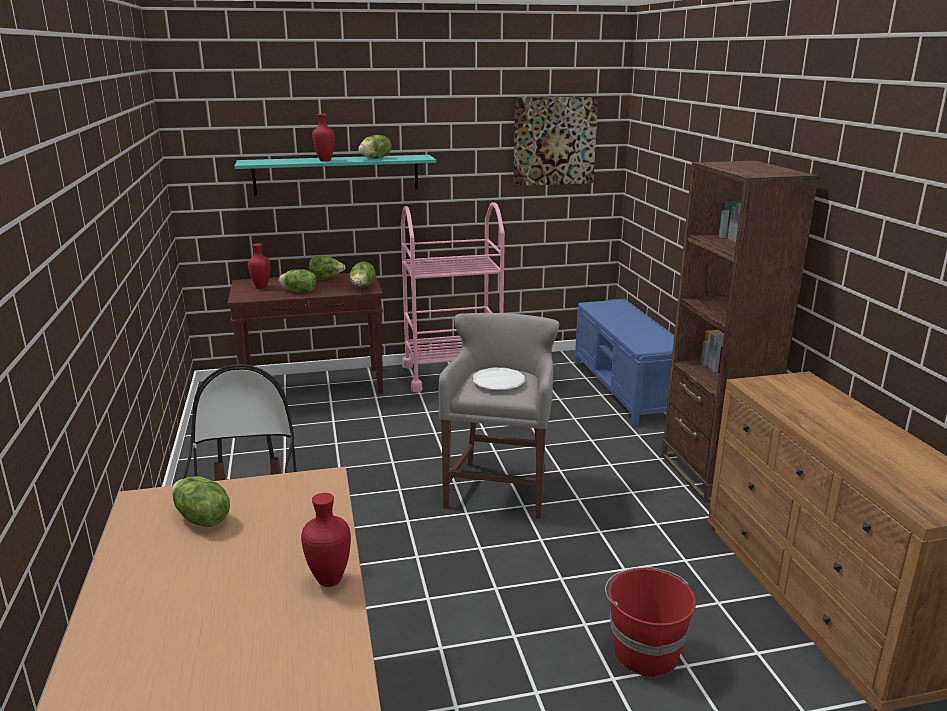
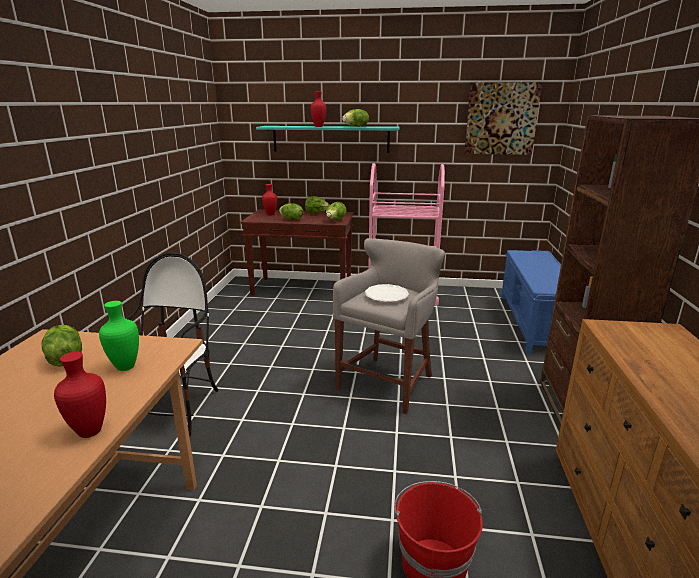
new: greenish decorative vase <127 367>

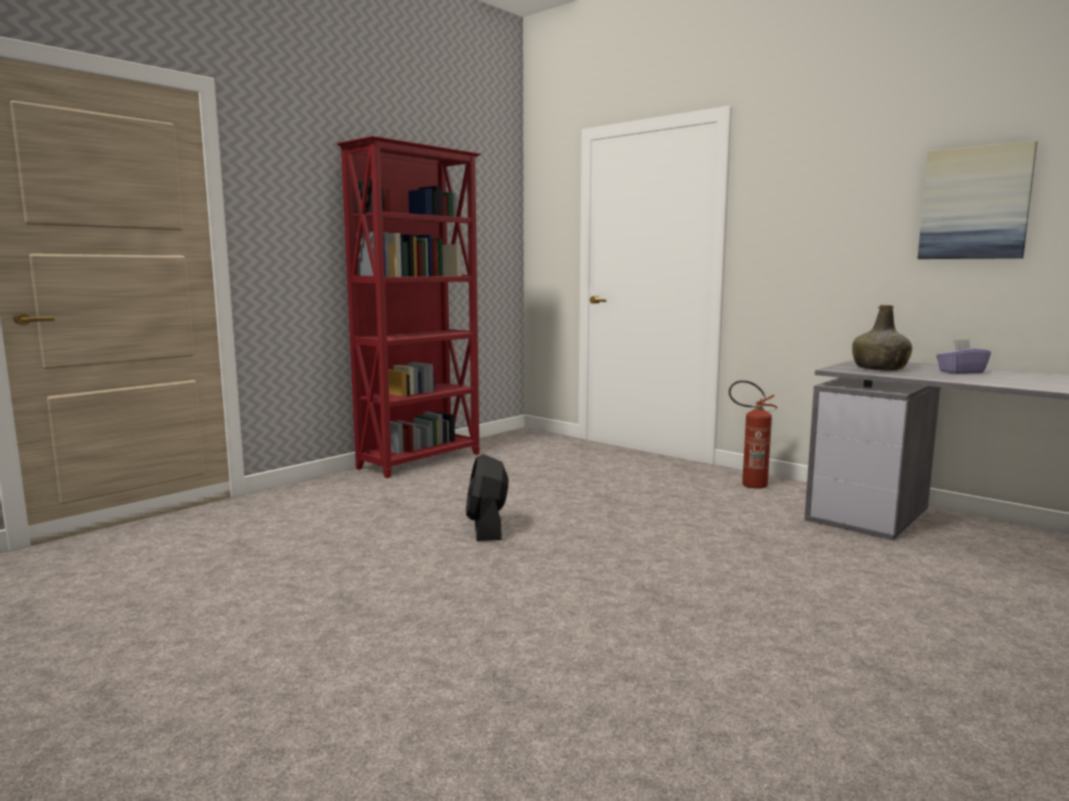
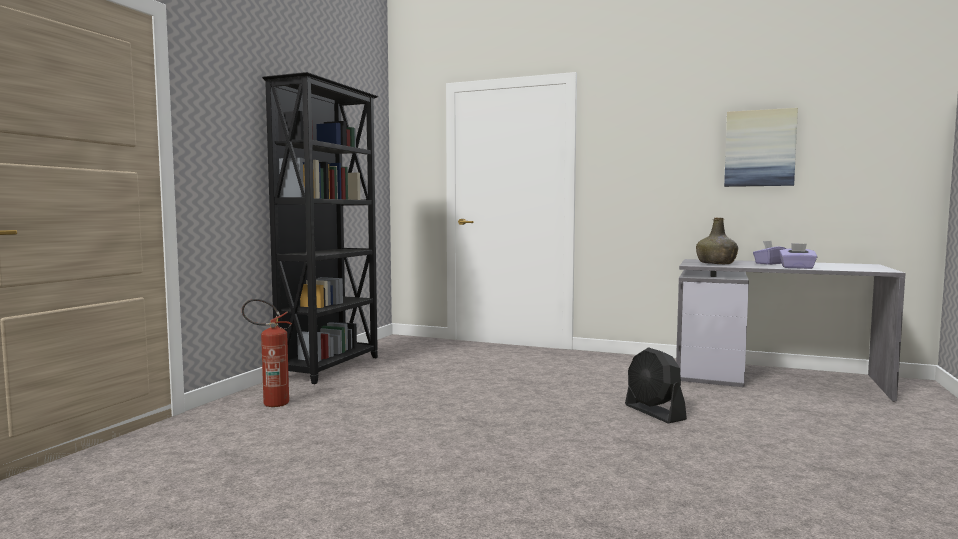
new: purple-coloured tissue holder <797 268>
shifted: fire-fighting cylinder <748 485> to <269 404>; blackish electric fan <487 528> to <654 412>
repainted: red-coloured shelving unit <421 461> to blackish shelving unit <331 367>

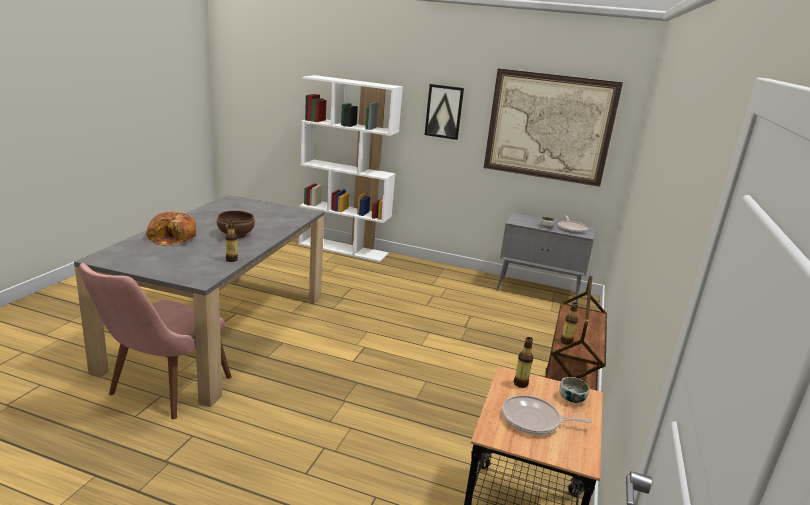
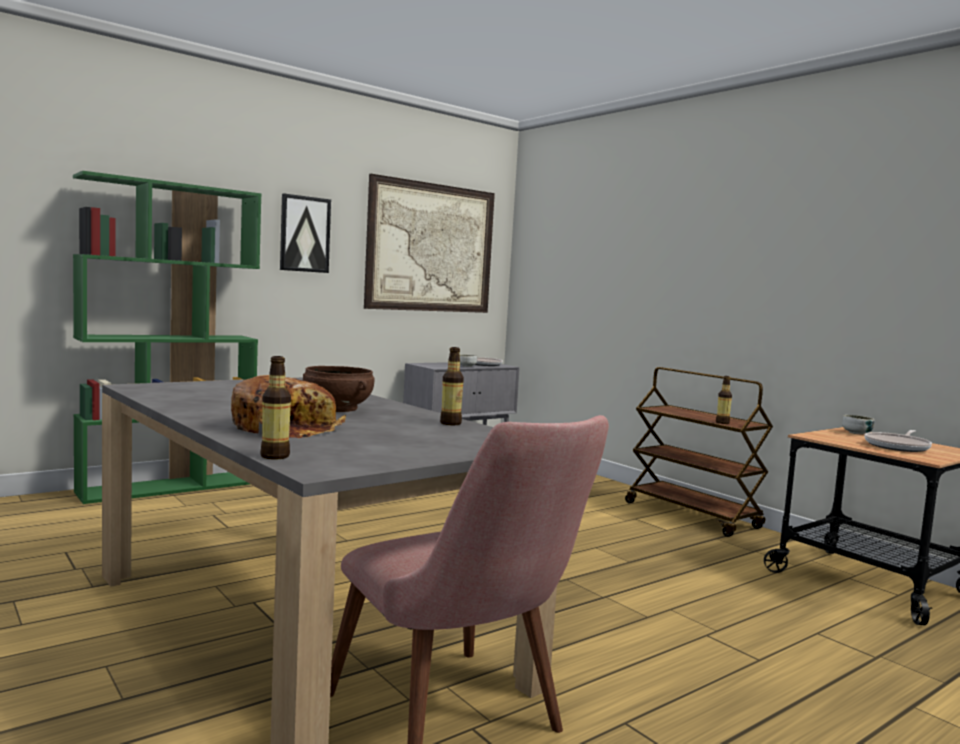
shifted: beverage bottle <520 384> to <274 456>
repainted: white-coloured shelving unit <344 249> to greenish shelving unit <168 487>

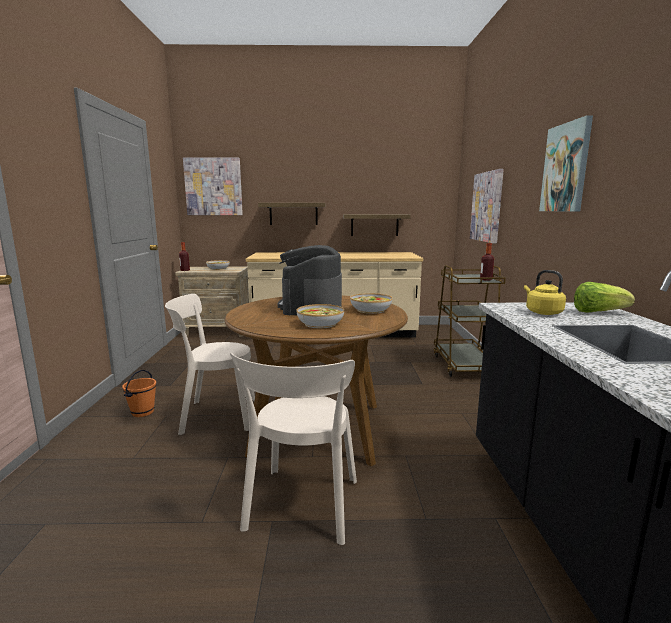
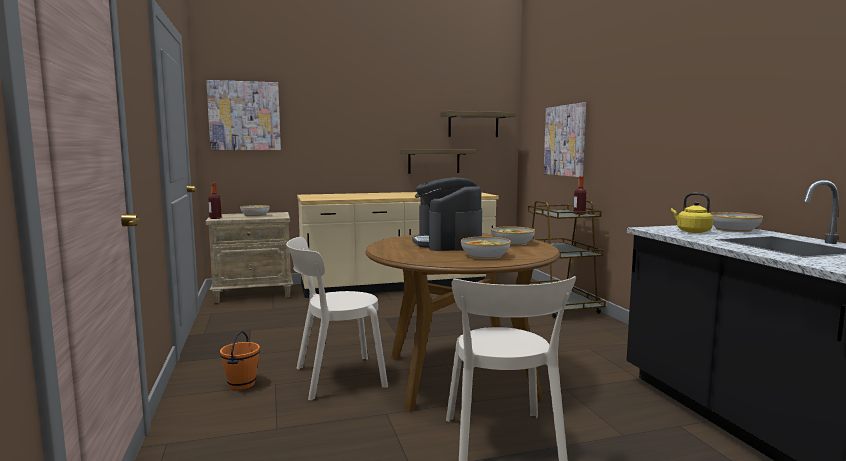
gone: wall picture <566 168>
shifted: shelf <293 214> to <473 125>
swapped: lettuce head <598 312> to deep dish <733 229>

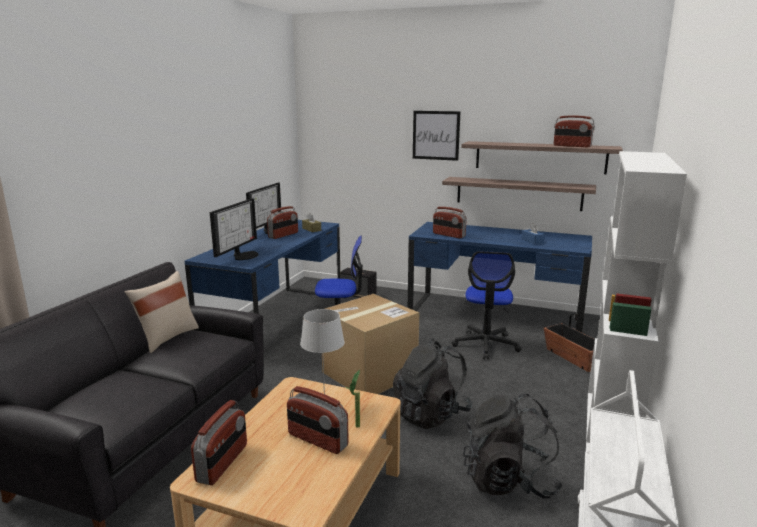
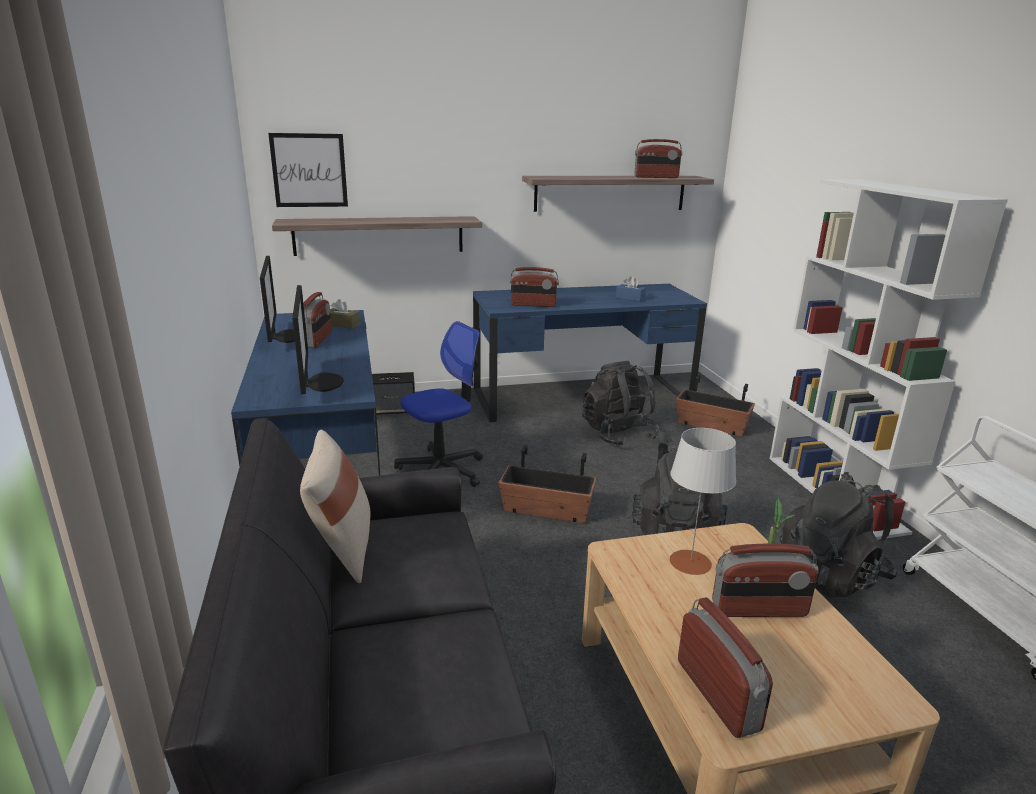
shifted: wall picture <436 135> to <309 170>; shelf <518 193> to <379 235>
swapped: computer chair <486 344> to blackish knapsack <618 434>; cardboard box <369 374> to plant pot <547 510>

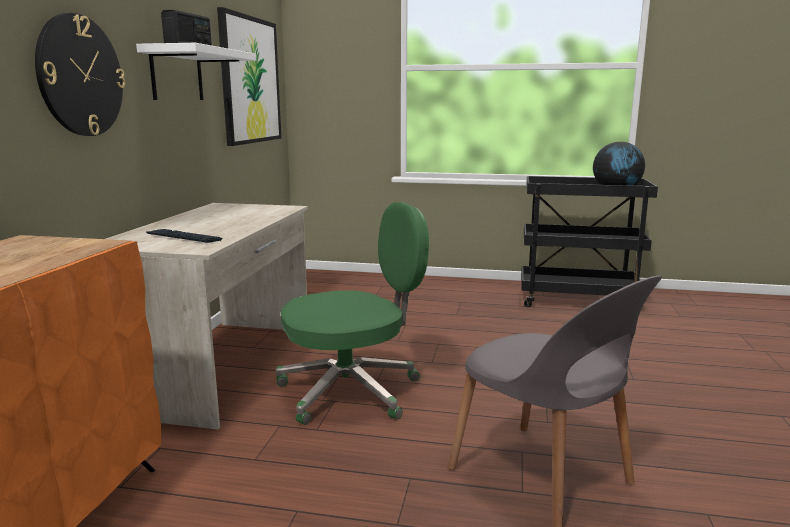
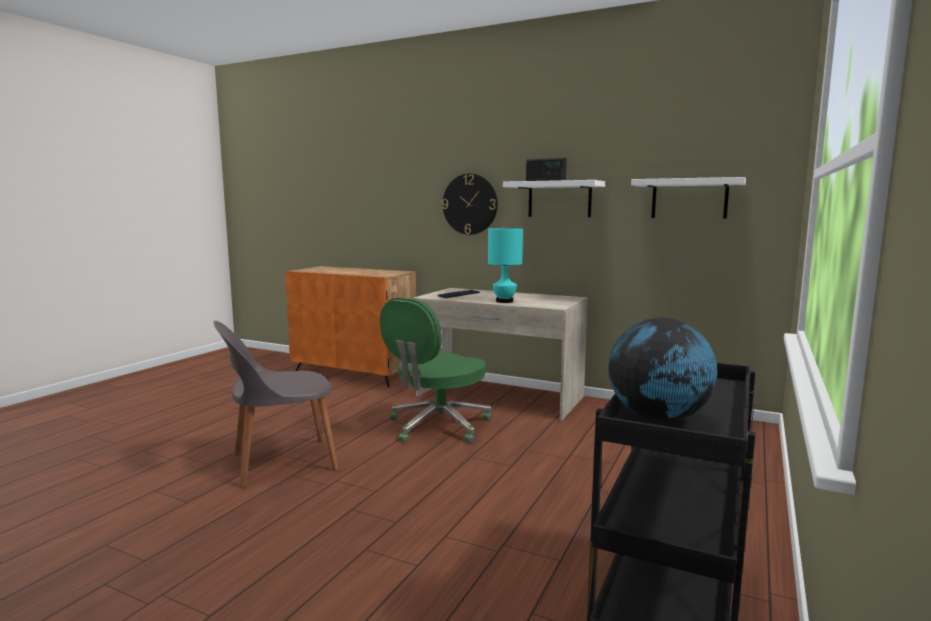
new: turquoise lamp for a table <504 301>
swapped: wall picture <250 80> to white-coloured shelf <689 199>
rotated: greenish computer chair <352 390> = <438 426> 45 degrees clockwise

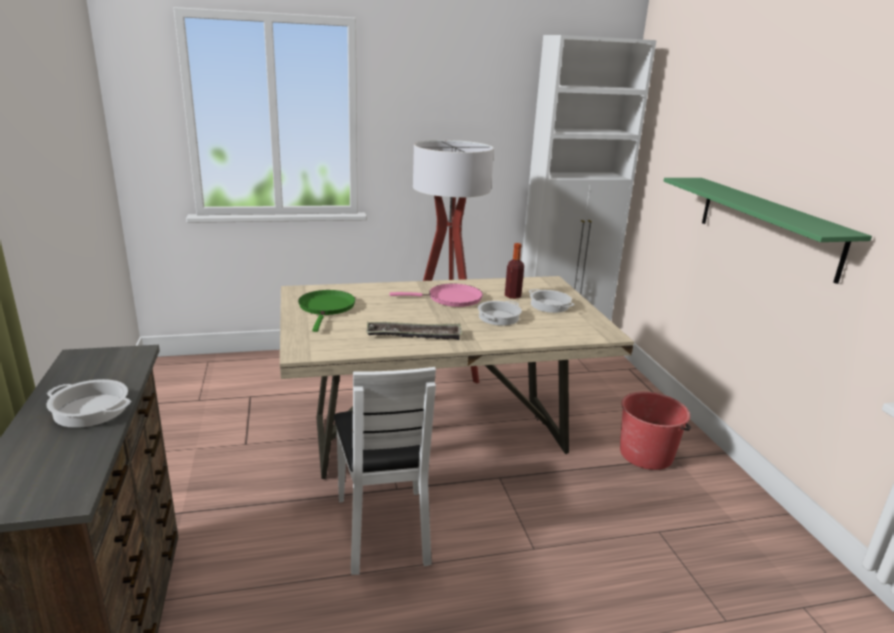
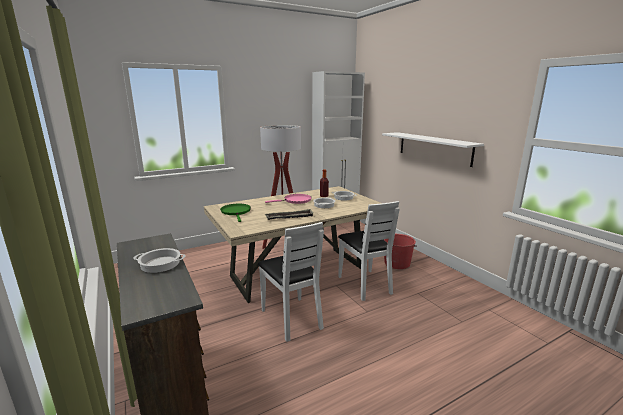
new: white-coloured chair <365 284>
repainted: greenish shelf <767 225> to white-coloured shelf <434 148>

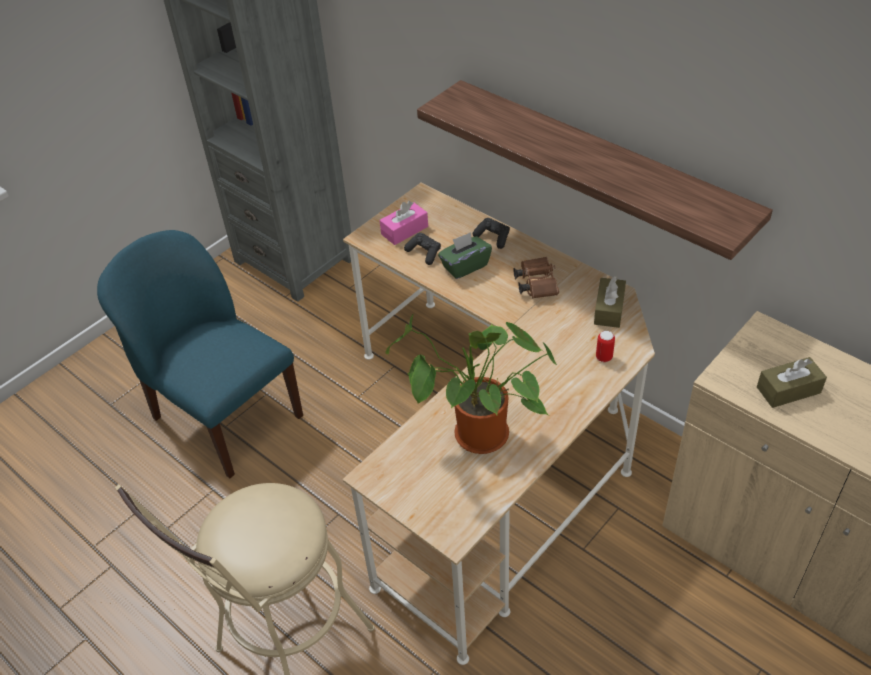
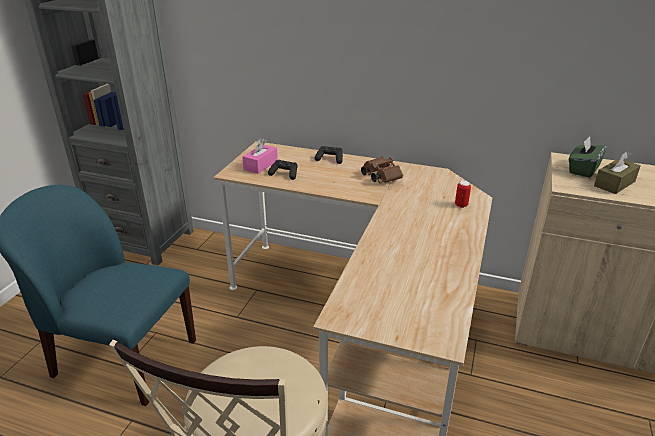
gone: shelf <599 165>; brown tissue holder <609 309>; houseplant <476 438>
shifted: greenish tissue holder <465 266> to <583 169>

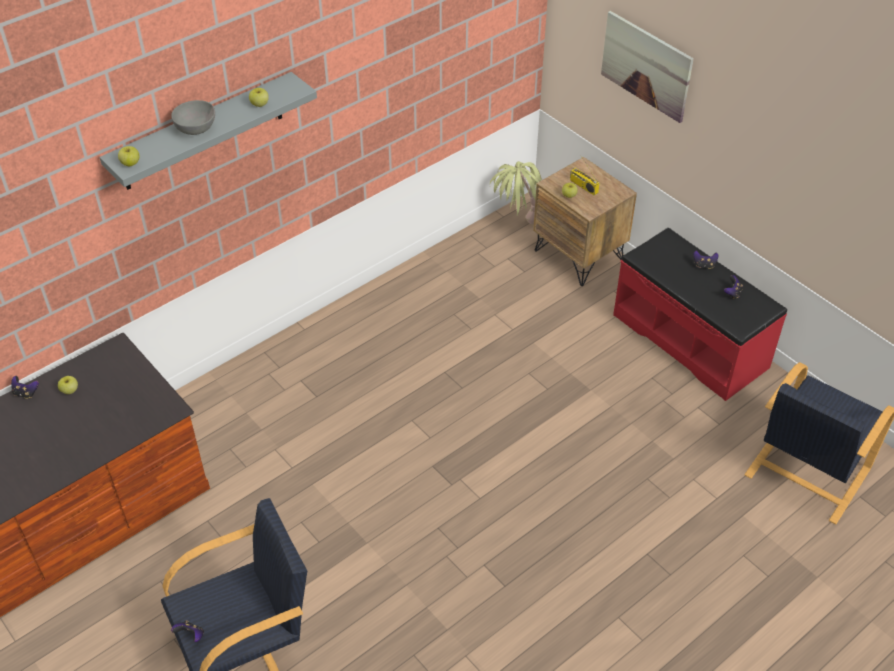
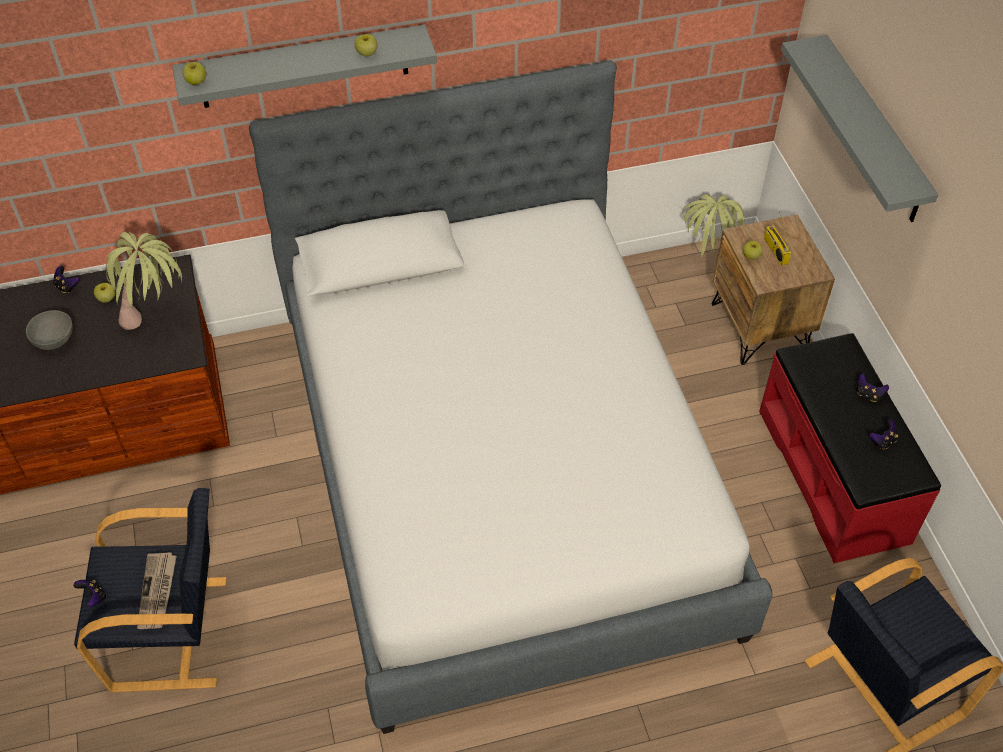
new: sleeping bed <501 470>; houseplant <158 321>; printed paper <157 592>
shifted: grey deep dish <197 129> to <55 340>
swapped: wall picture <646 66> to grey shelf <873 131>

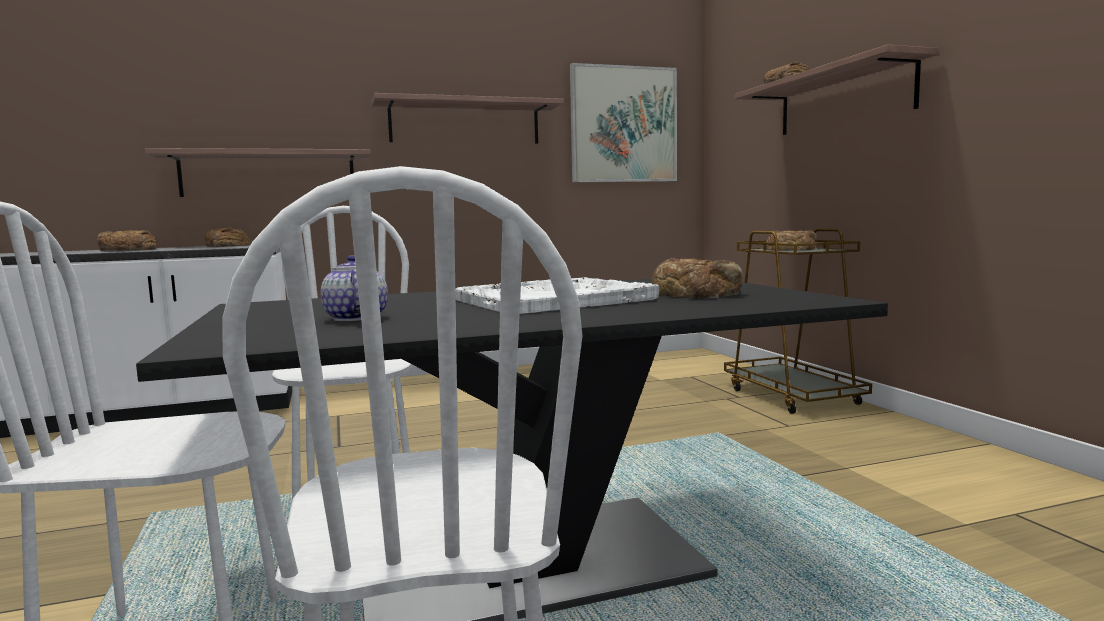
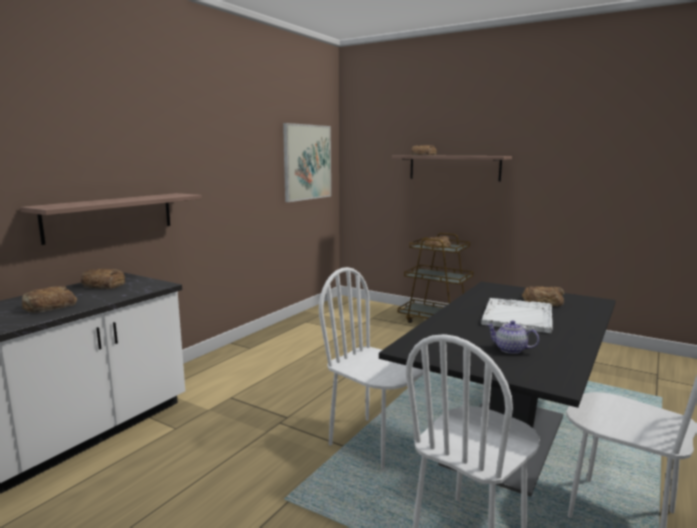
gone: shelf <465 123>

